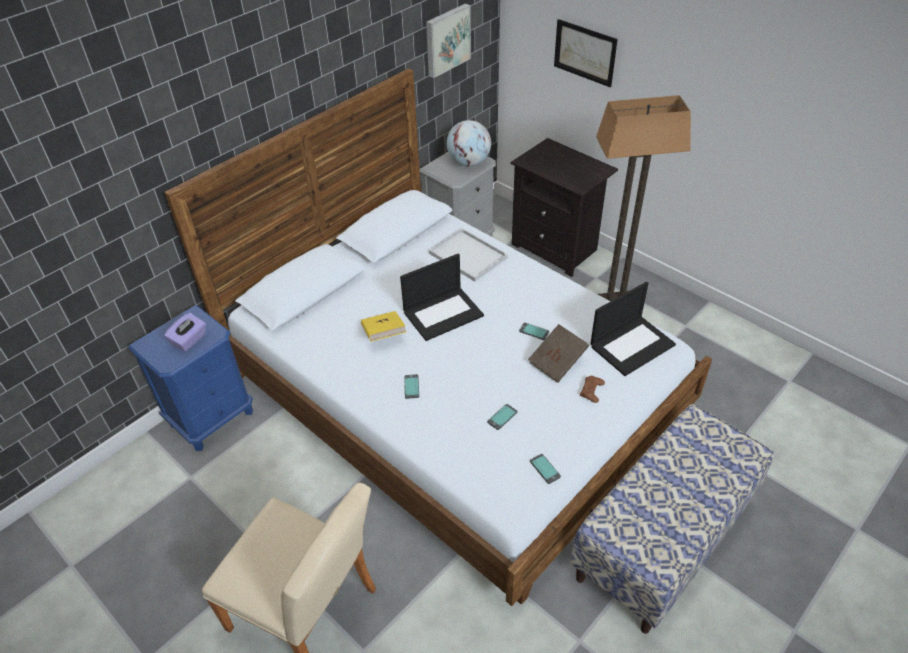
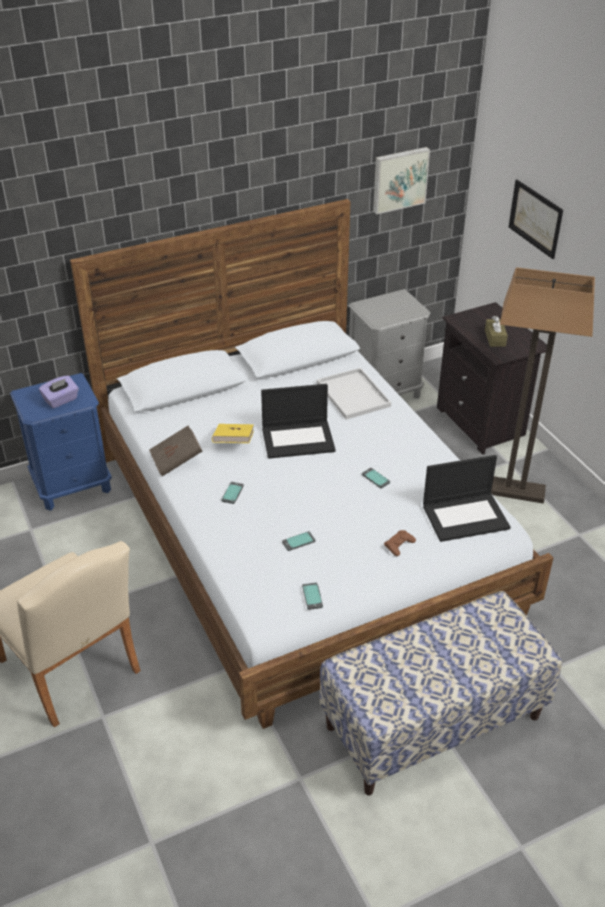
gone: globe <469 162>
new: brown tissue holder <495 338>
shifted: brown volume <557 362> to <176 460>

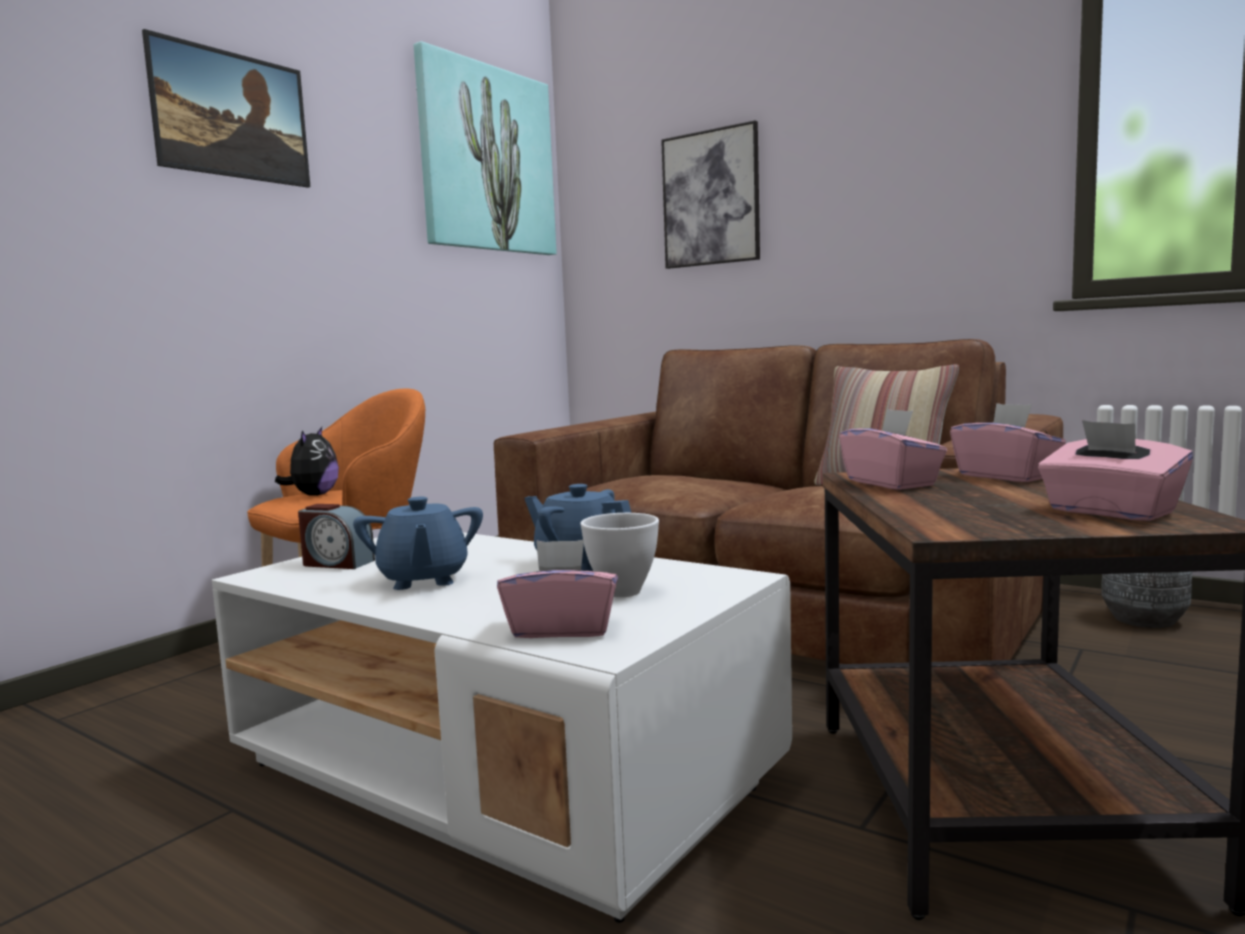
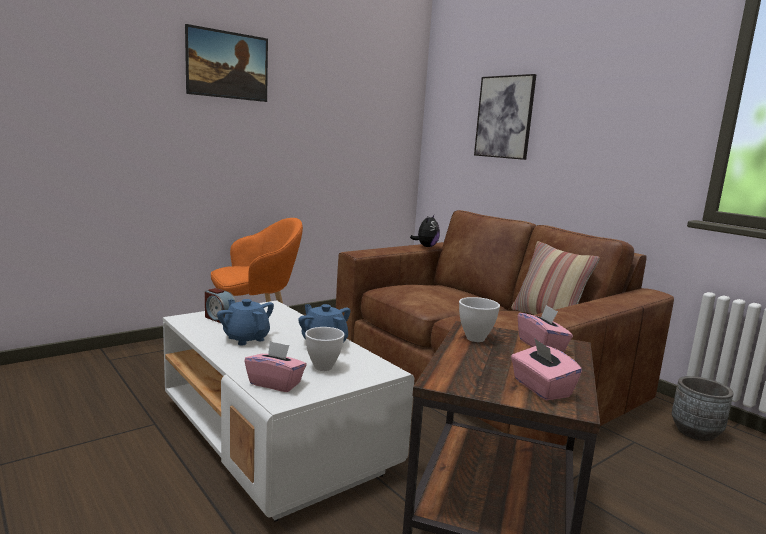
gone: wall picture <486 160>
shifted: cuddly toy <313 495> to <426 246>
swapped: pinkish tissue holder <891 483> to white-coloured deep dish <474 338>
rotated: bluish pot for tea <423 580> = <246 338> 135 degrees clockwise

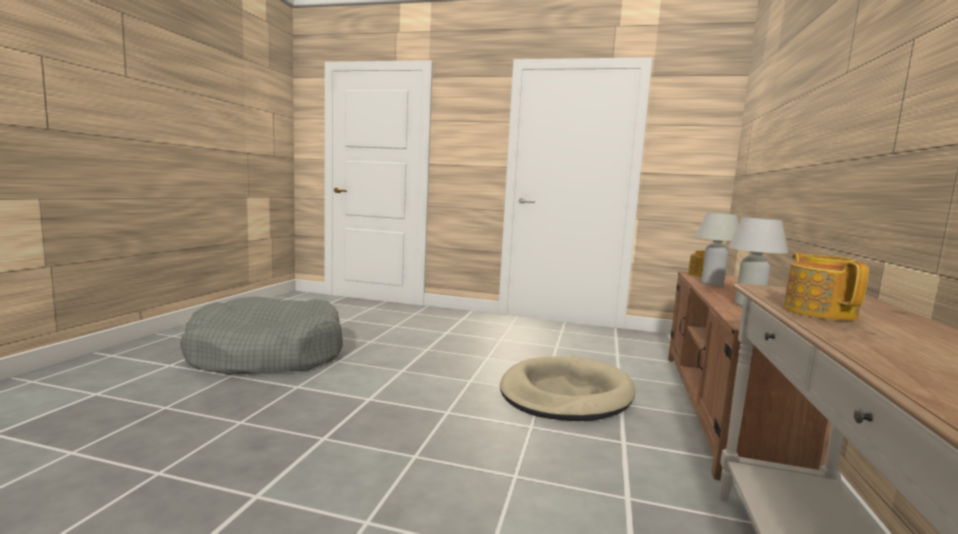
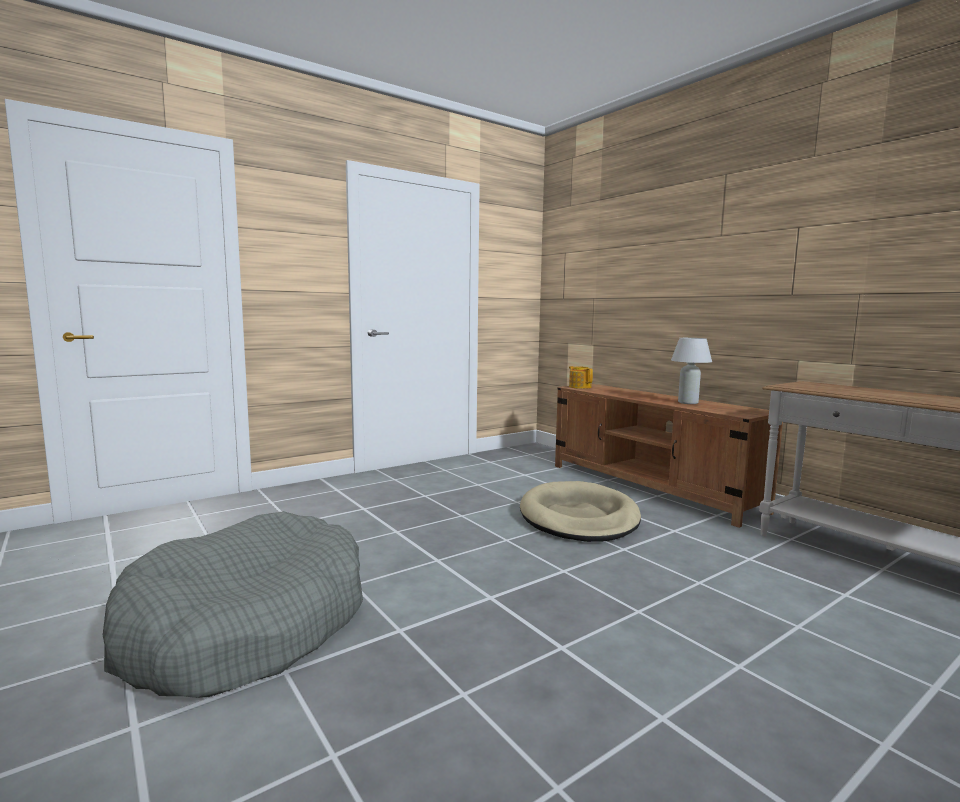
gone: white-coloured lamp for a table <712 284>; pot for tea <819 312>

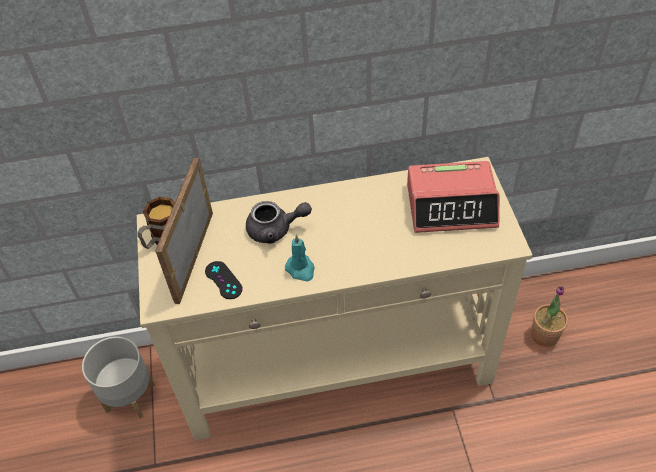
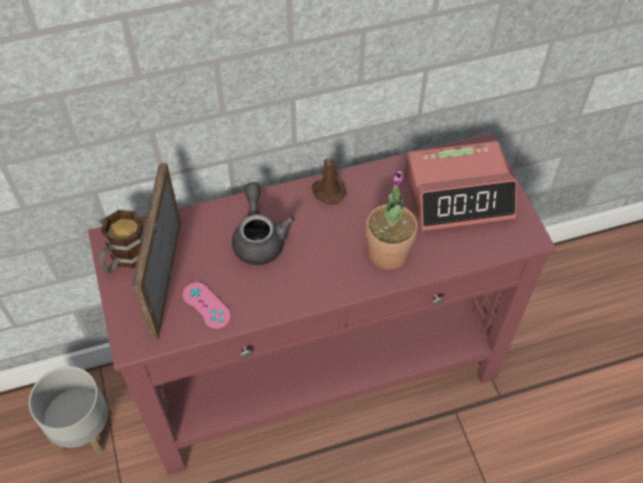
gone: turquoise wax candle <301 269>
new: brown wax candle <327 192>
shifted: houseplant <544 335> to <388 252>
repainted: beige narrow table <338 365> to red-coloured narrow table <322 372>; blackish game controller <223 280> to pinkish game controller <206 305>
rotated: grey pot for tea <275 229> = <259 238> 90 degrees counterclockwise

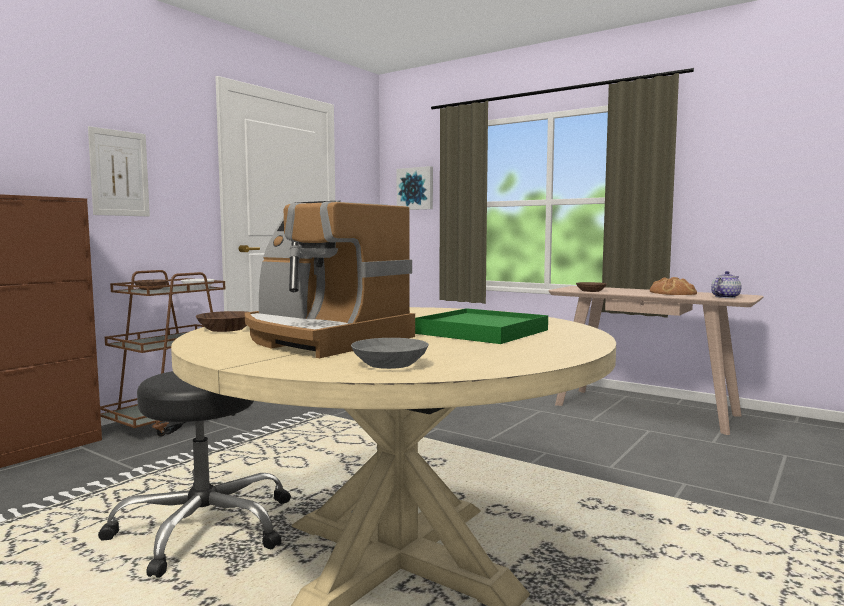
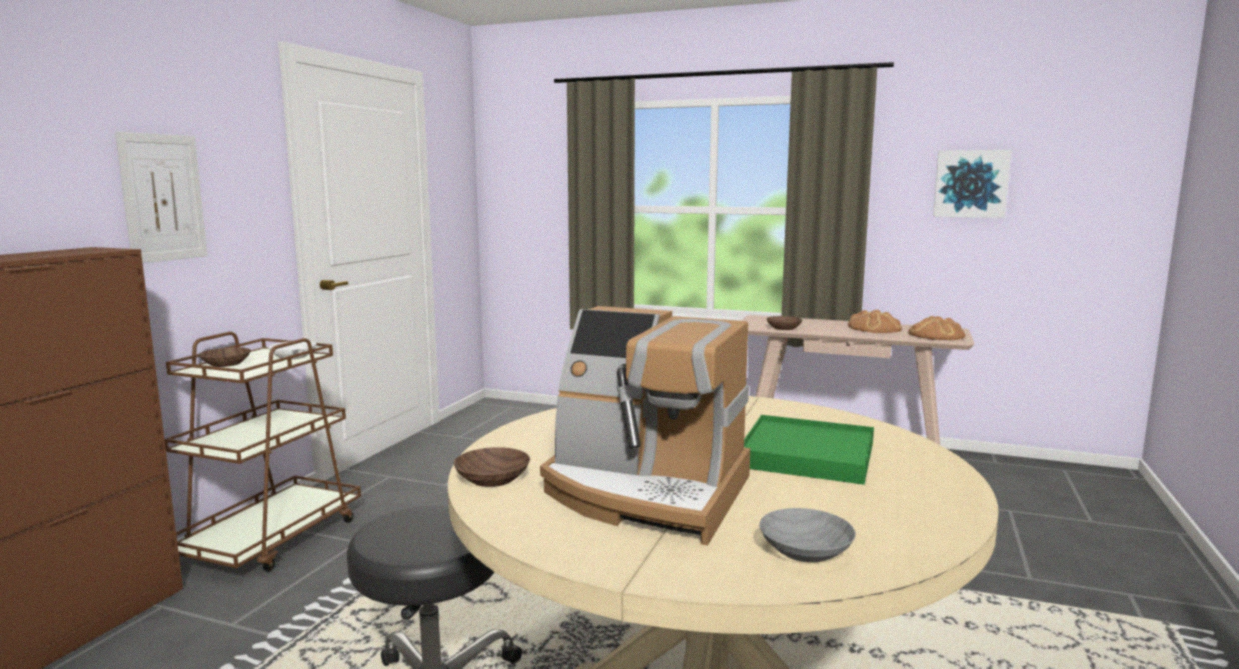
shifted: wall picture <415 188> to <971 183>
swapped: pot for tea <725 297> to baked bread <936 335>

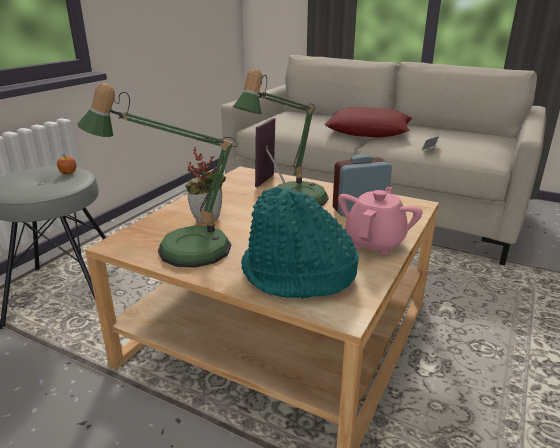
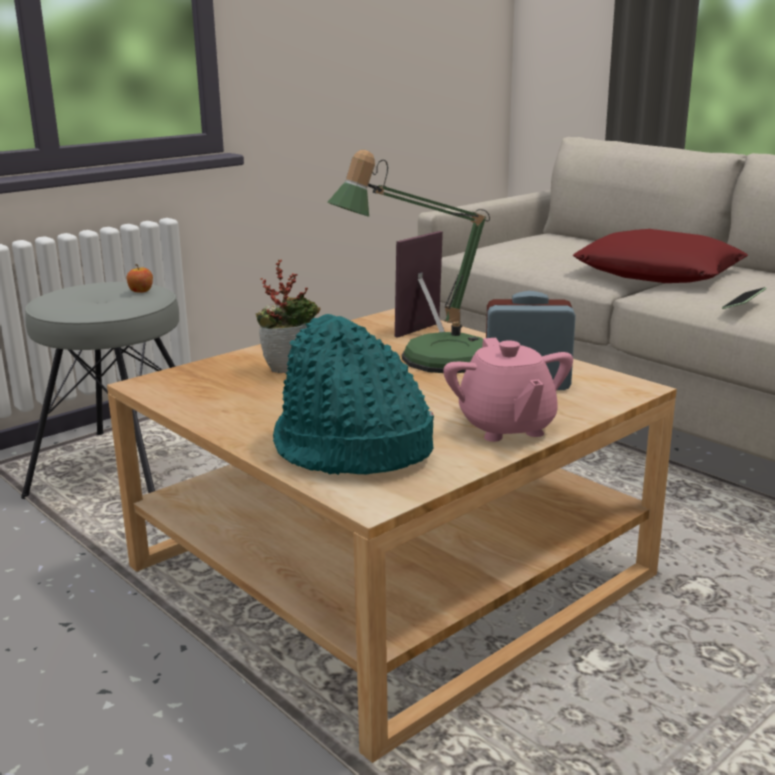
gone: lamp for a table <181 249>
rotated: pinkish pot for tea <375 242> = <506 427> 120 degrees clockwise

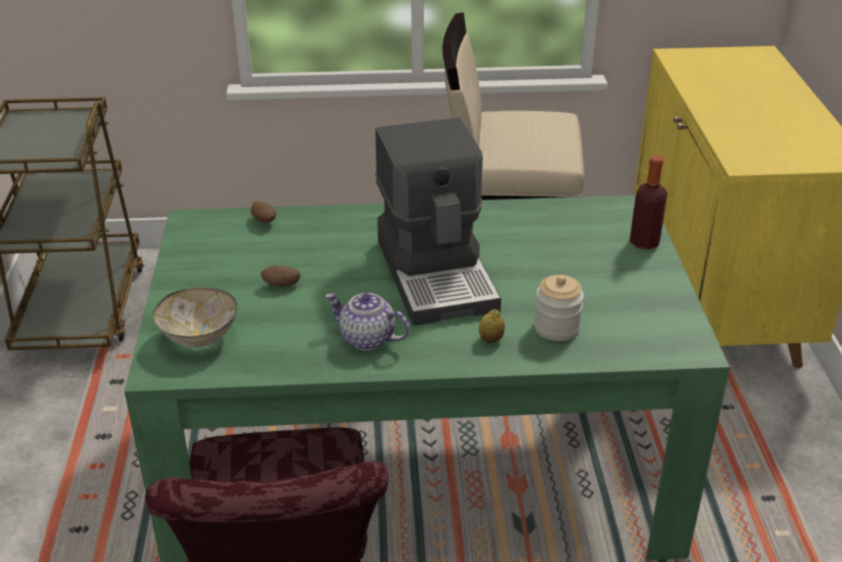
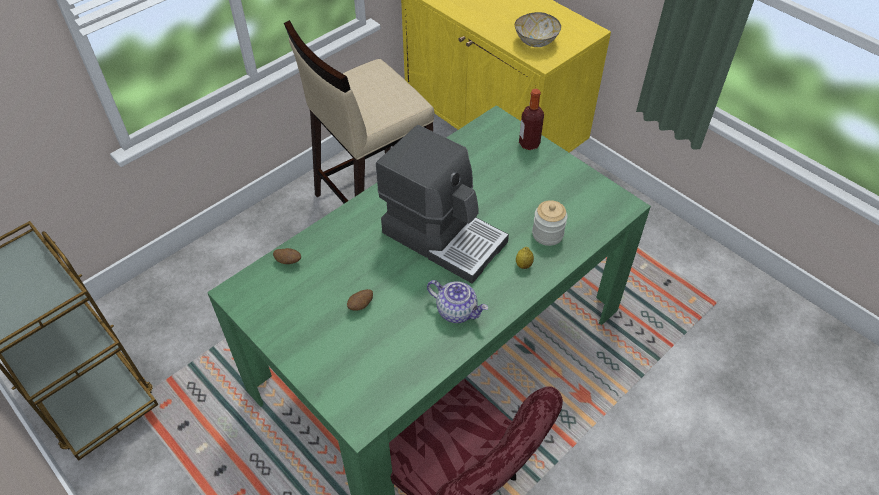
shifted: deep dish <200 337> to <536 41>
rotated: pot for tea <366 339> = <457 311> 135 degrees counterclockwise

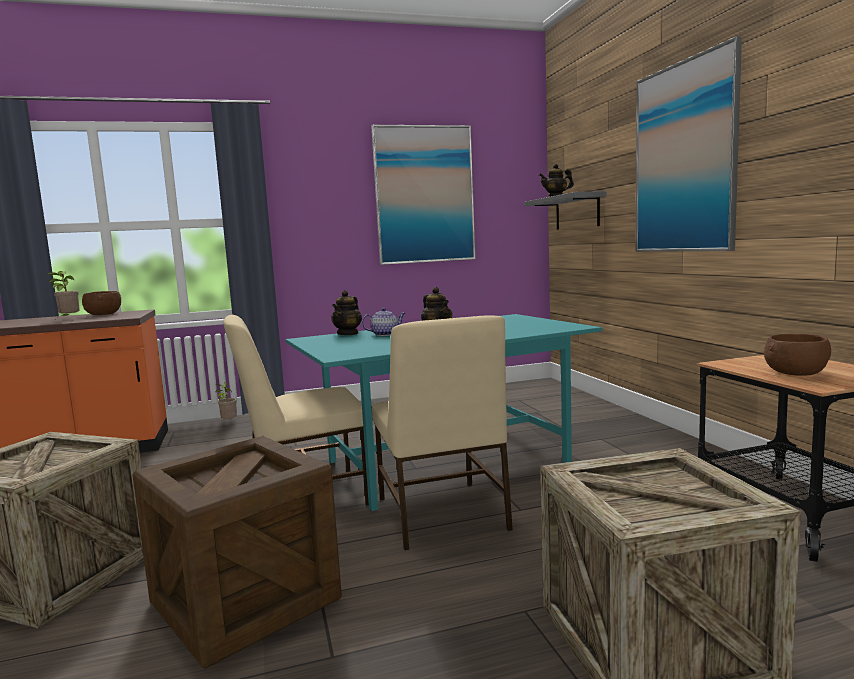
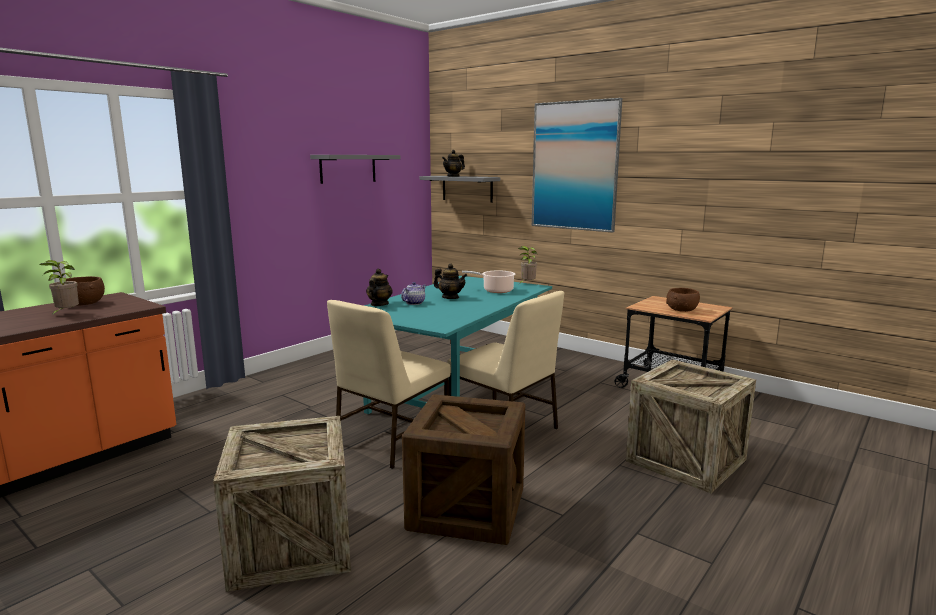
new: stockpot <496 290>
shifted: houseplant <228 423> to <527 284>
swapped: wall picture <424 195> to grey shelf <348 168>
rotated: pot for tea <348 333> = <379 304> 150 degrees counterclockwise

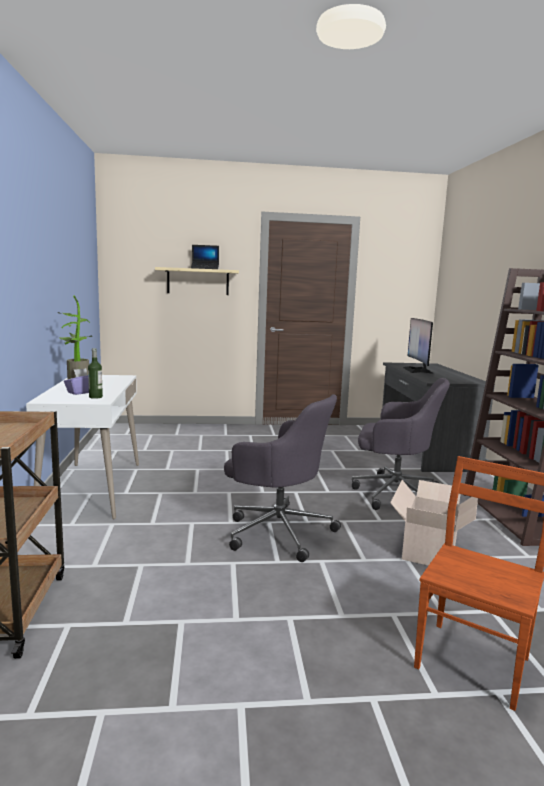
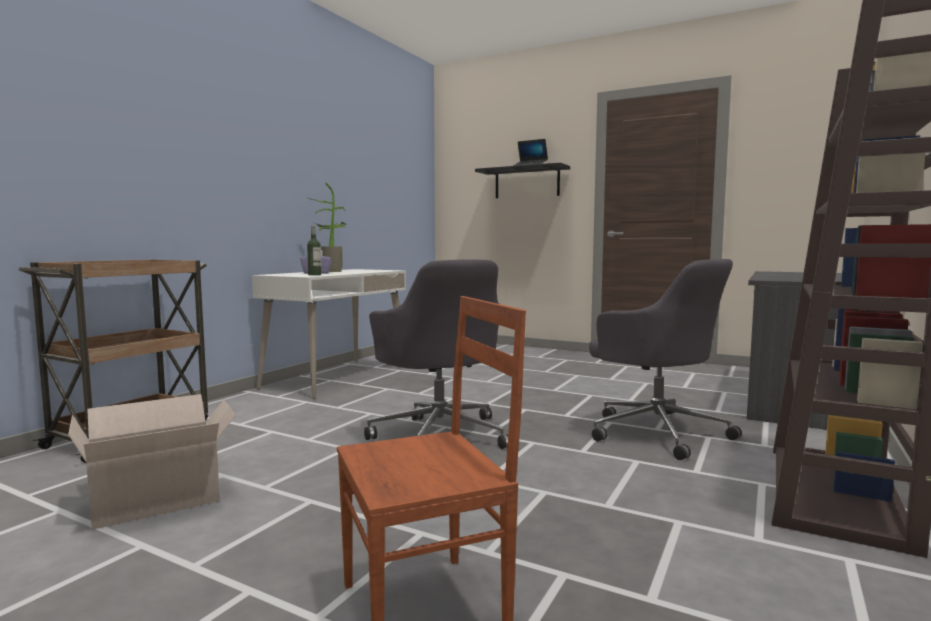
gone: computer screen <417 370>
shifted: cardboard box <430 548> to <160 499>
repainted: beige shelf <198 281> to blackish shelf <527 183>

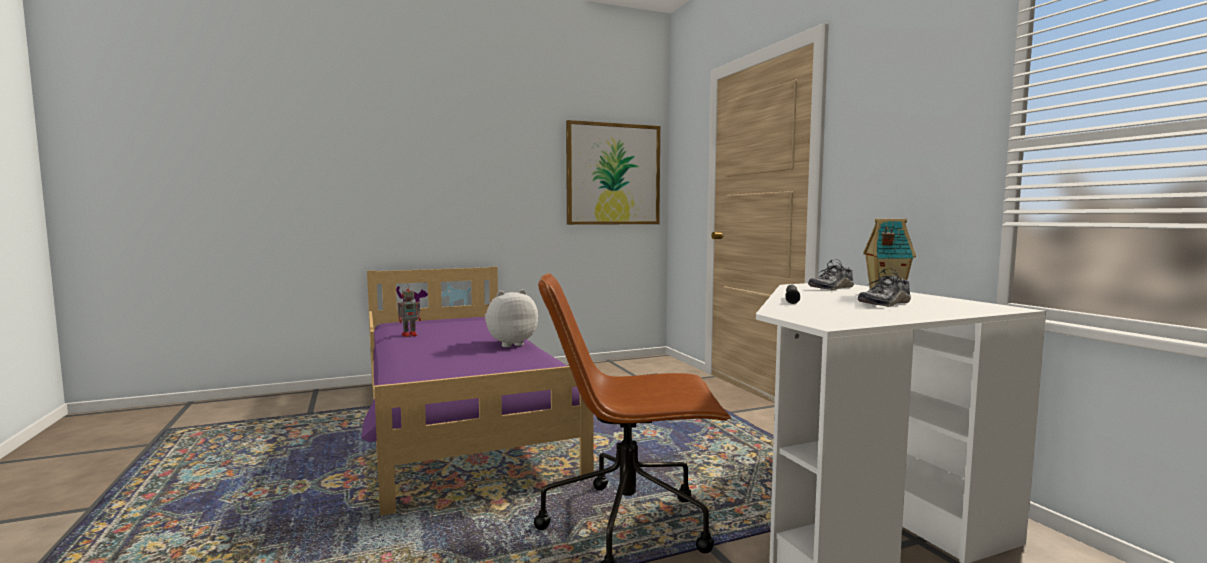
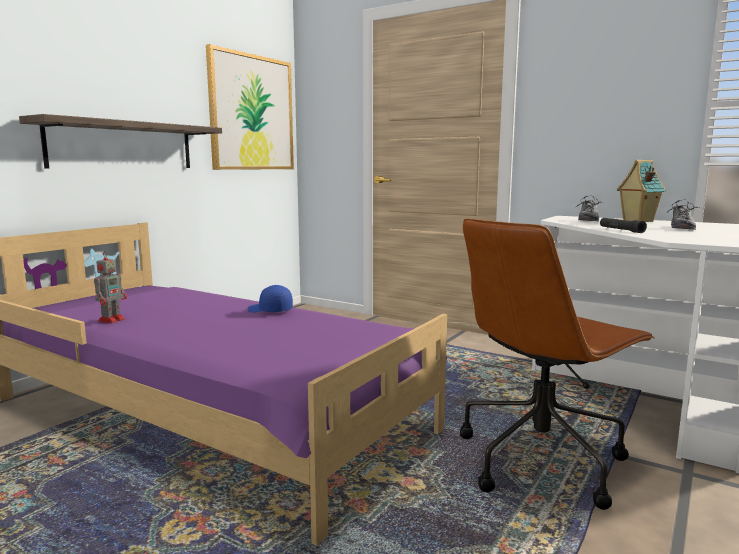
new: shelf <123 146>
swapped: cuddly toy <510 344> to bluish cap <269 310>

